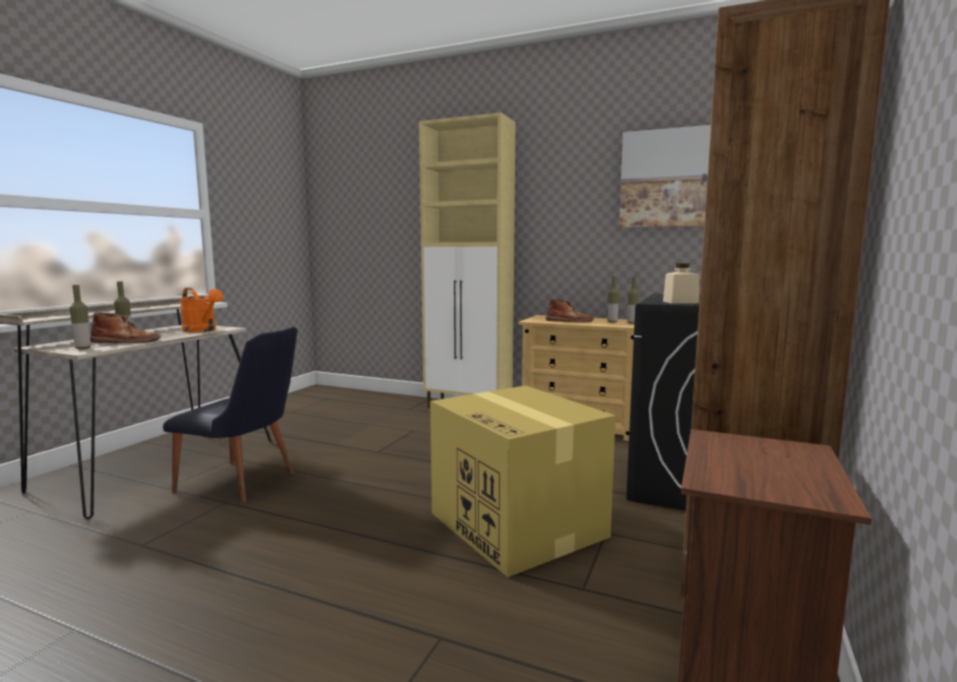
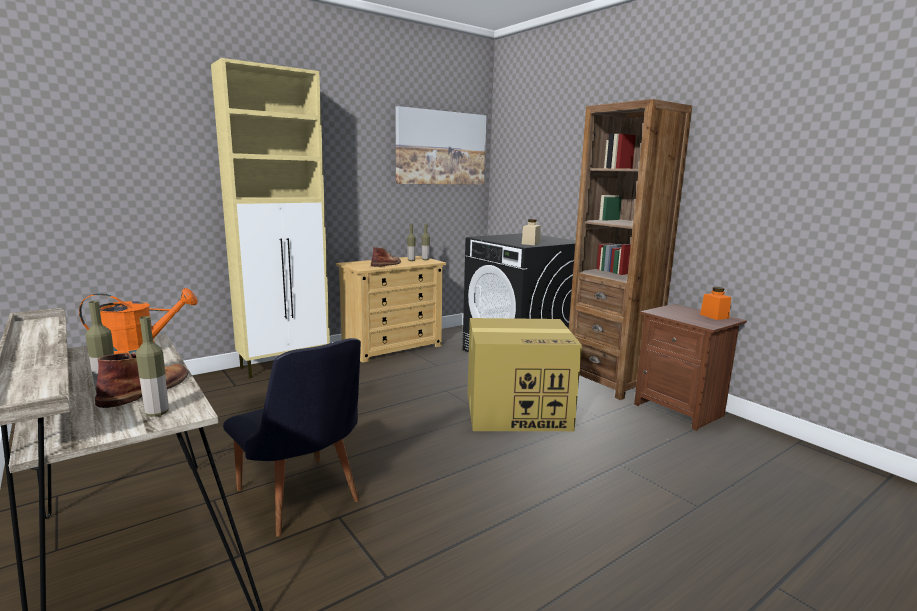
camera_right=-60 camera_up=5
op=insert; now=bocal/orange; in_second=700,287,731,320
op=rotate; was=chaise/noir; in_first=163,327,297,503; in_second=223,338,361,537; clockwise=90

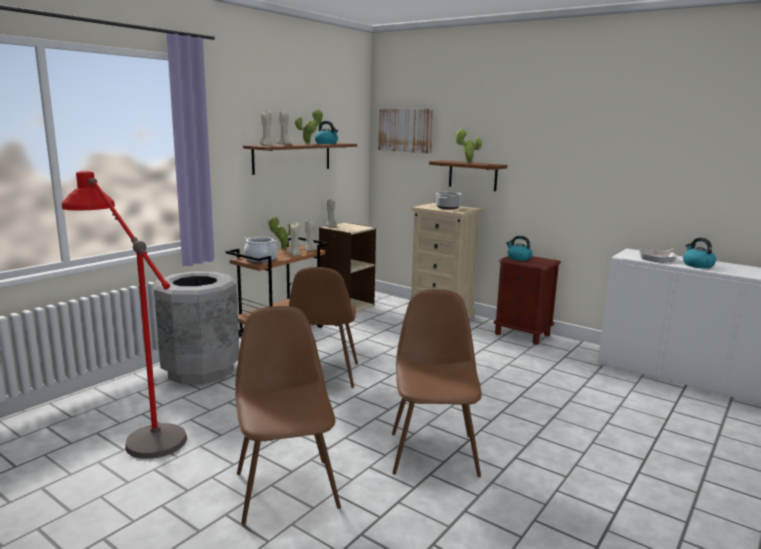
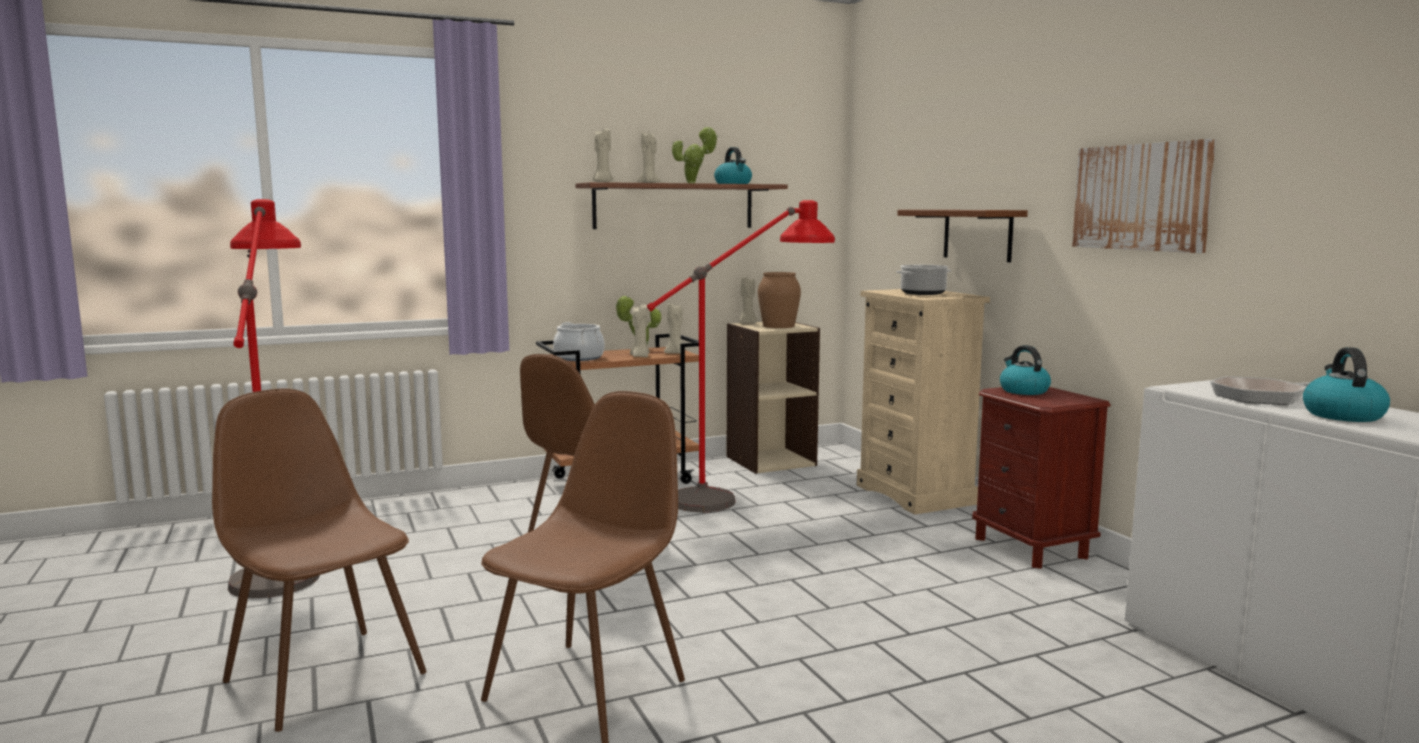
camera_right=30 camera_up=-5
op=delete; was=poubelle/gris; in_first=154,271,239,385
op=delete; was=plante en pot; in_first=455,128,482,163
op=insert; now=lampadaire/rouge; in_second=647,200,835,512
op=insert; now=vase/marron; in_second=758,272,801,328
op=move; was=tableau; in_first=378,109,433,153; in_second=1072,139,1216,253
op=rotate; was=chaise/marron; in_first=235,306,341,525; in_second=212,389,427,732; clockwise=-60

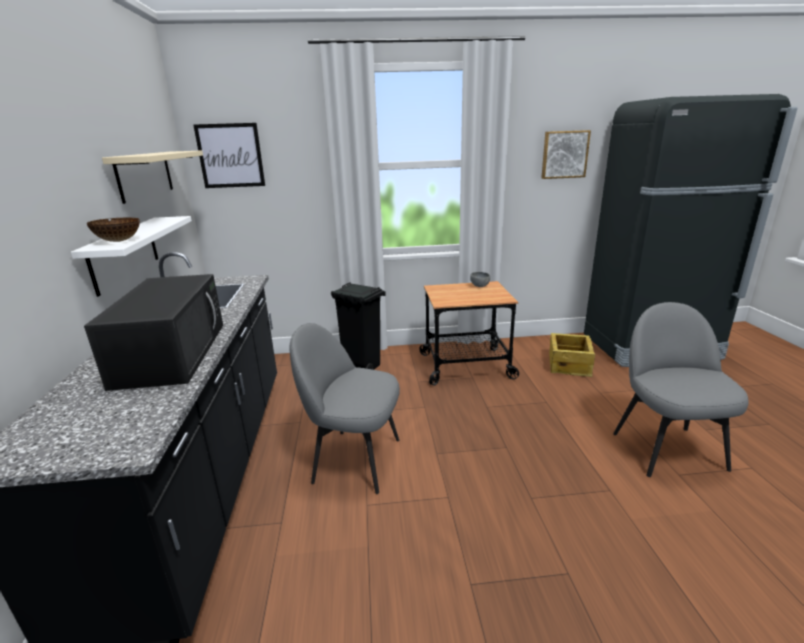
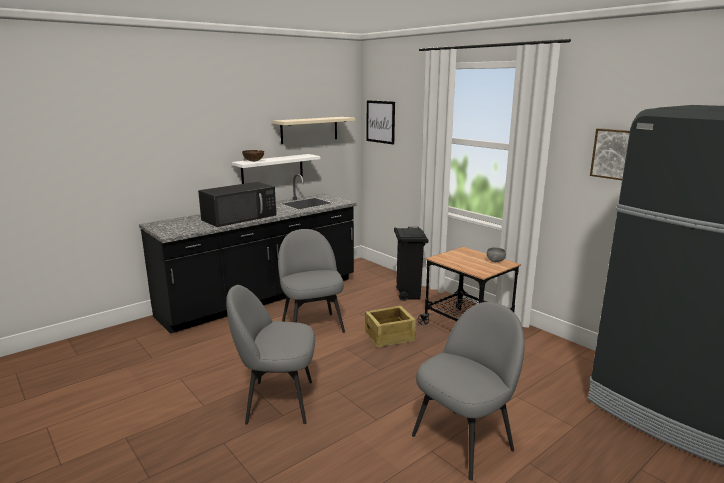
camera_right=55 camera_up=-5
op=insert; now=chaise/gris; in_second=226,285,315,425
op=move; was=caisse; in_first=549,333,595,377; in_second=365,306,416,348

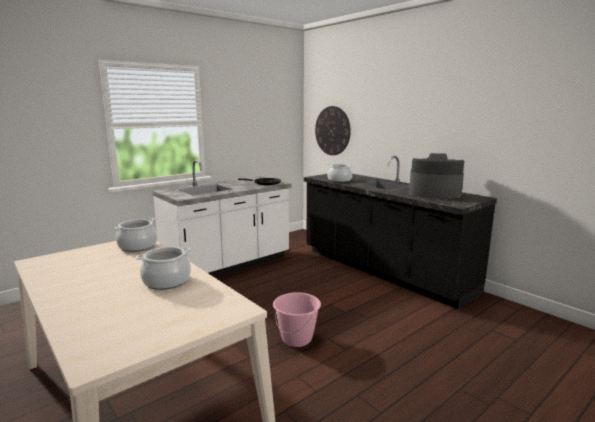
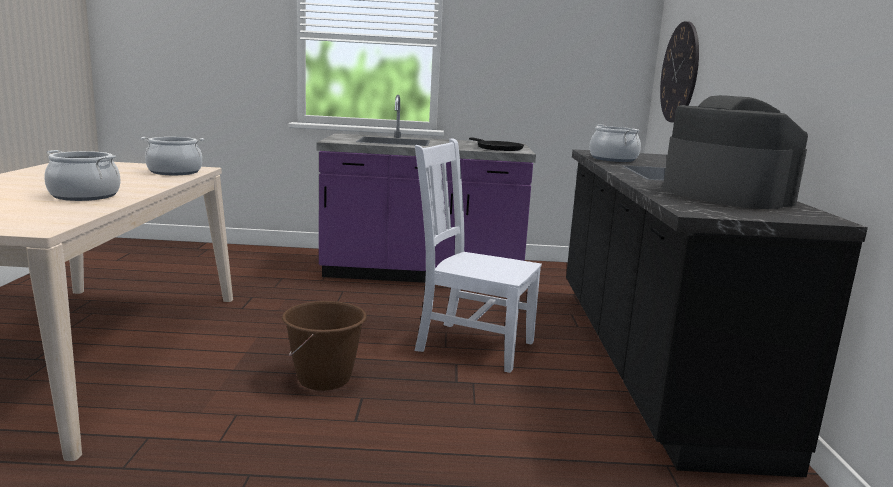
camera_right=40 camera_up=0
op=insert; now=chaise/blanc; in_second=415,138,542,373
op=recolor; was=comptoir de cuisine/blanc; now=comptoir de cuisine/violet; in_first=152,160,292,277; in_second=317,95,536,283
op=recolor; was=seau/rose; now=seau/marron; in_first=273,292,321,347; in_second=282,301,367,391

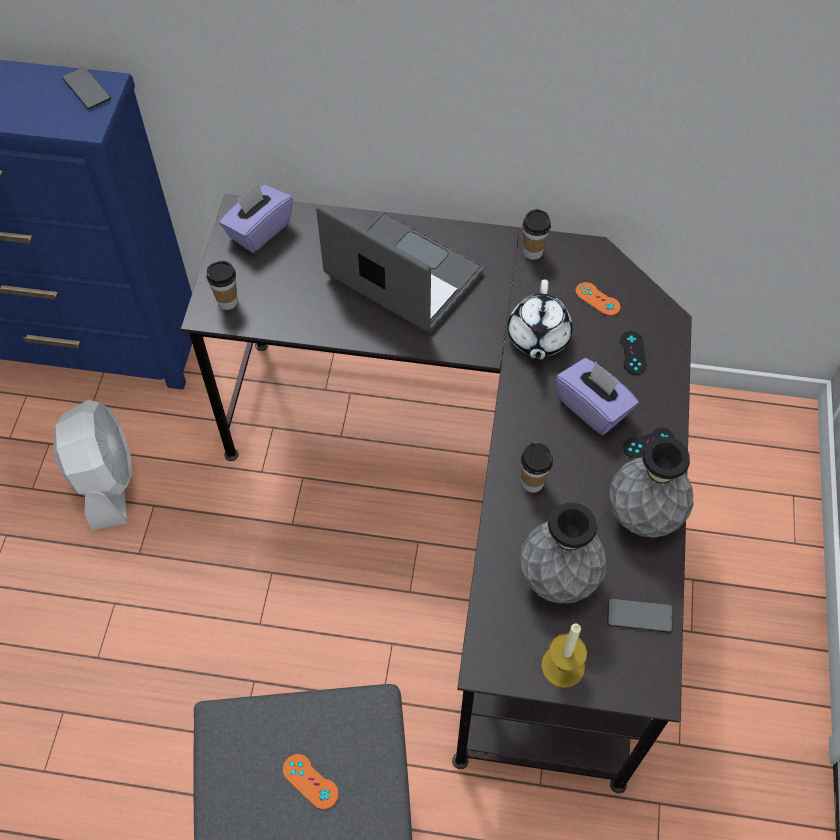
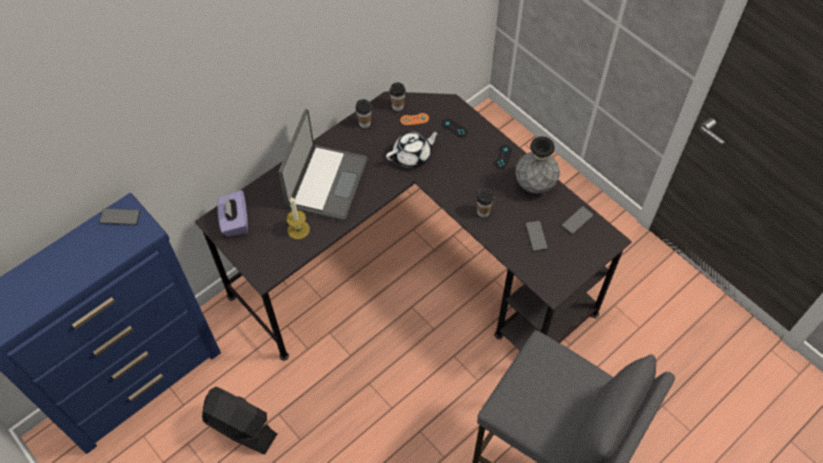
camera_right=-50 camera_up=0
op=delete; was=manette/orange; in_first=283,754,338,810
op=delete; was=boîte à mouchoirs/violet; in_first=556,358,639,435
op=move; was=tasse; in_first=206,261,238,310; in_second=389,82,406,111
op=move; was=bougie; in_first=541,623,587,688; in_second=286,196,310,239
op=replace; was=vase/gris; now=téléphone; in_first=520,502,607,604; in_second=525,221,548,251
op=recolor; was=ventilateur/blanc; now=ventilateur/noir; in_first=54,400,132,530; in_second=202,386,277,454
op=rotate; was=ordinateur portable; in_first=316,205,484,332; in_second=278,109,368,221; clockwise=120
op=rotate; was=théière/blanc; in_first=507,279,573,360; in_second=386,130,440,168; clockwise=-75

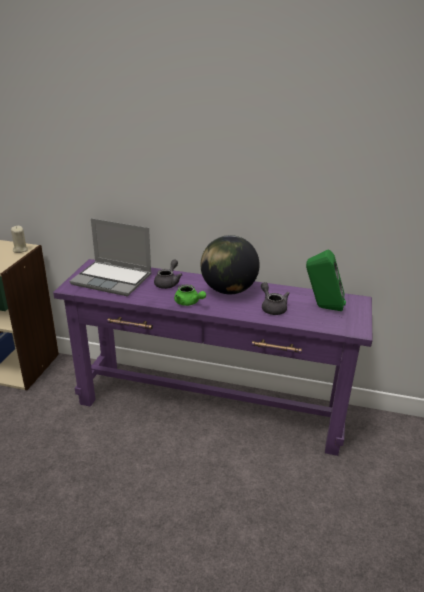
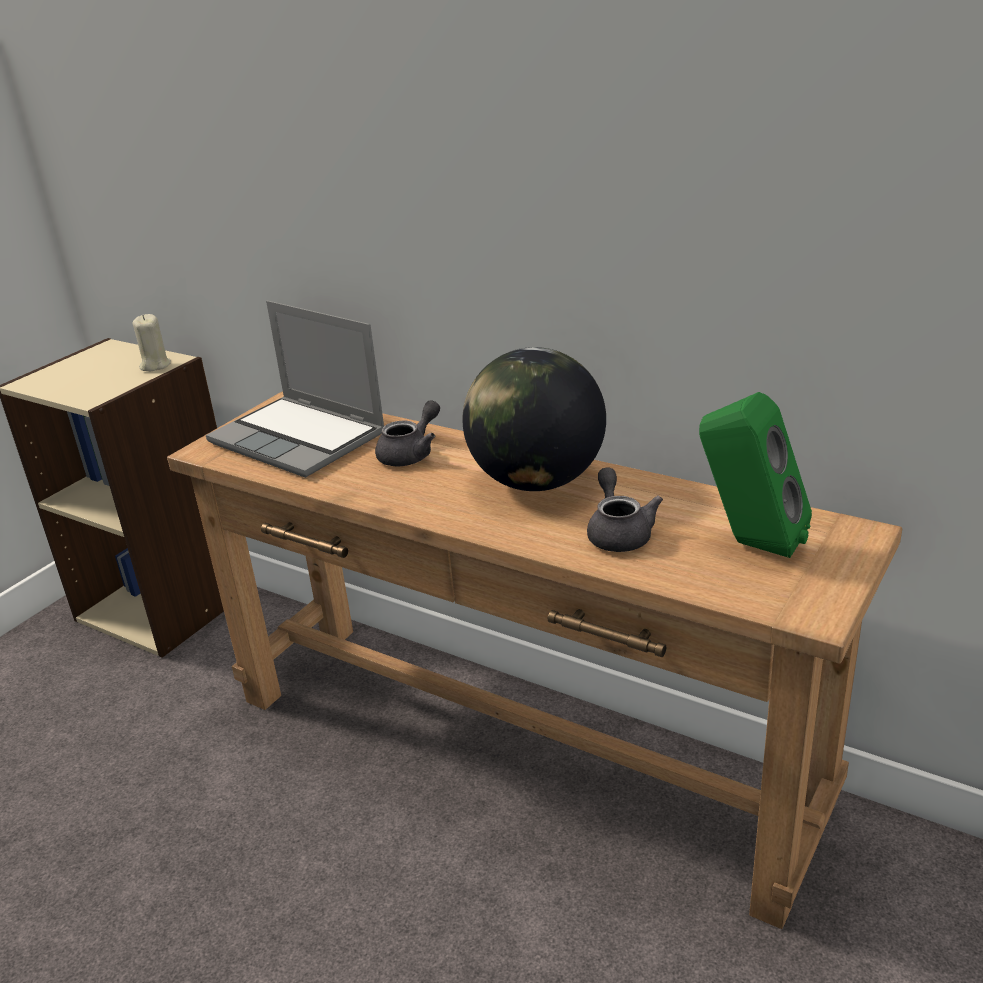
camera_right=20 camera_up=0
op=delete; was=théière/vert; in_first=174,284,206,306
op=recolor; was=table console/violet; now=table console/marron; in_first=53,259,373,456; in_second=167,391,902,929

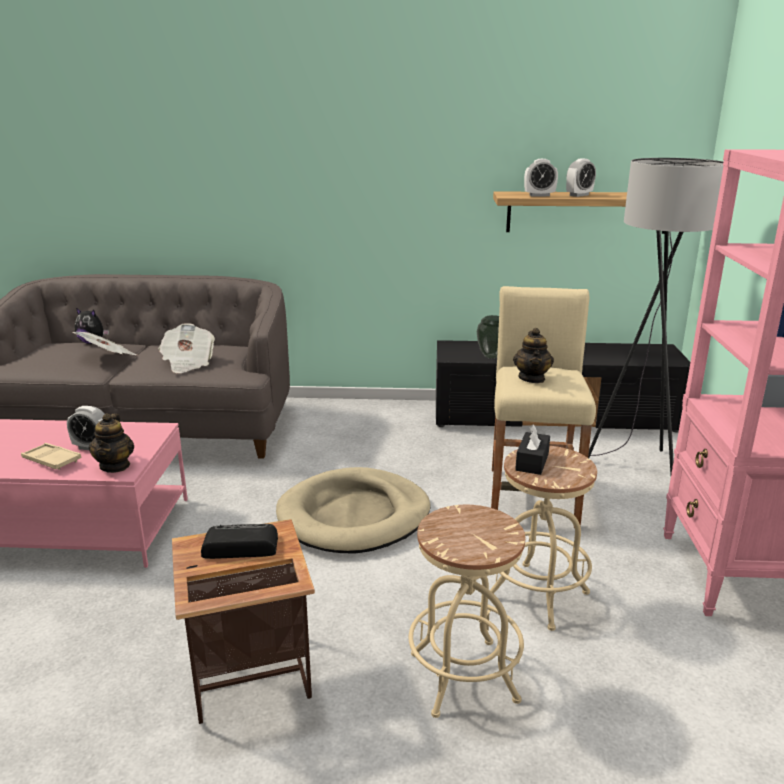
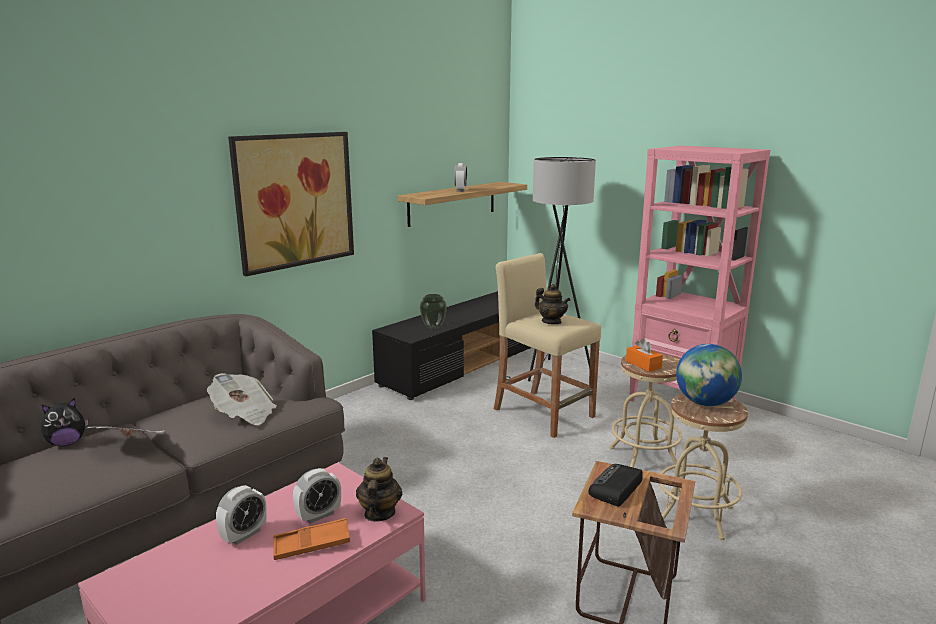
camera_right=-50 camera_up=-5
op=delete; was=panier pour chien/beige; in_first=276,467,431,554
op=insert; now=tableau; in_second=228,132,354,276
op=insert; now=globe; in_second=676,344,742,406
op=move; was=réveil; in_first=524,159,558,196; in_second=216,485,267,545
op=recolor; was=plateau/beige; now=plateau/orange; in_first=21,443,82,470; in_second=273,518,350,560
op=recolor; was=boîte à mouchoirs/noir; now=boîte à mouchoirs/orange; in_first=515,424,550,475; in_second=626,338,663,372
op=rotate; was=théière; in_first=89,413,134,473; in_second=356,457,402,522; clockwise=-120

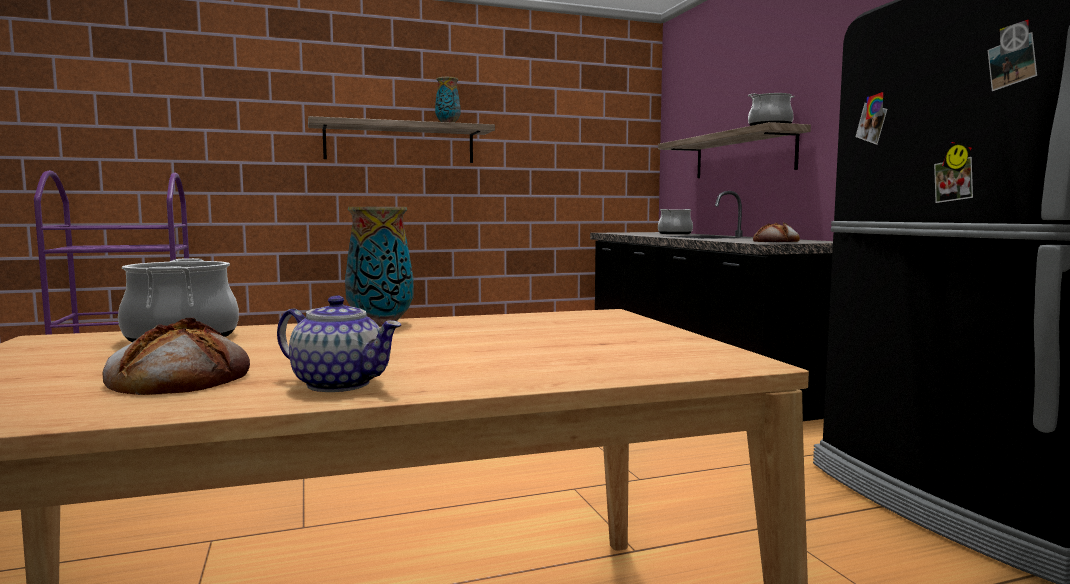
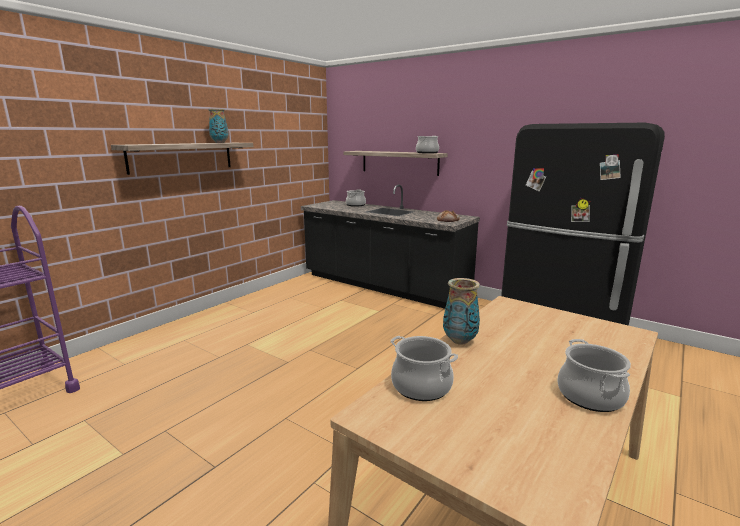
camera_right=-35 camera_up=10
op=delete; was=pain; in_first=102,317,250,395
op=replace; was=théière; now=marmite; in_first=277,295,401,392; in_second=557,339,631,412

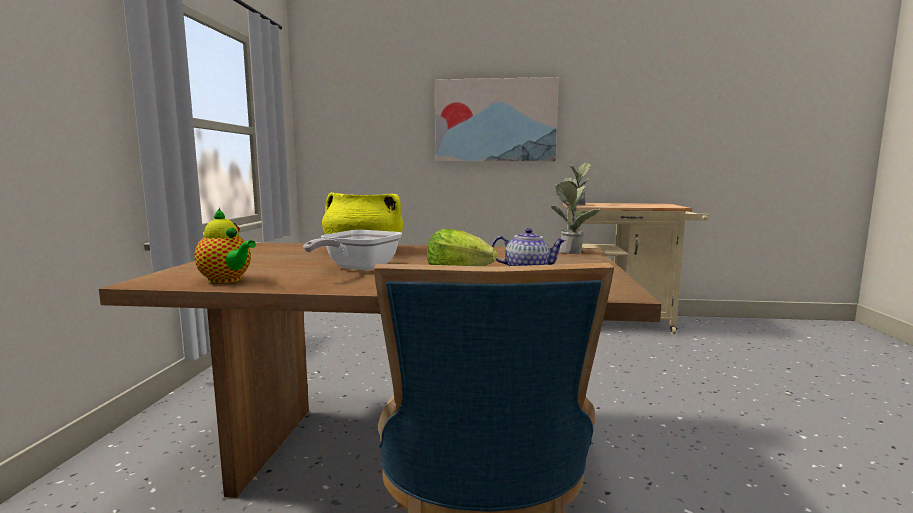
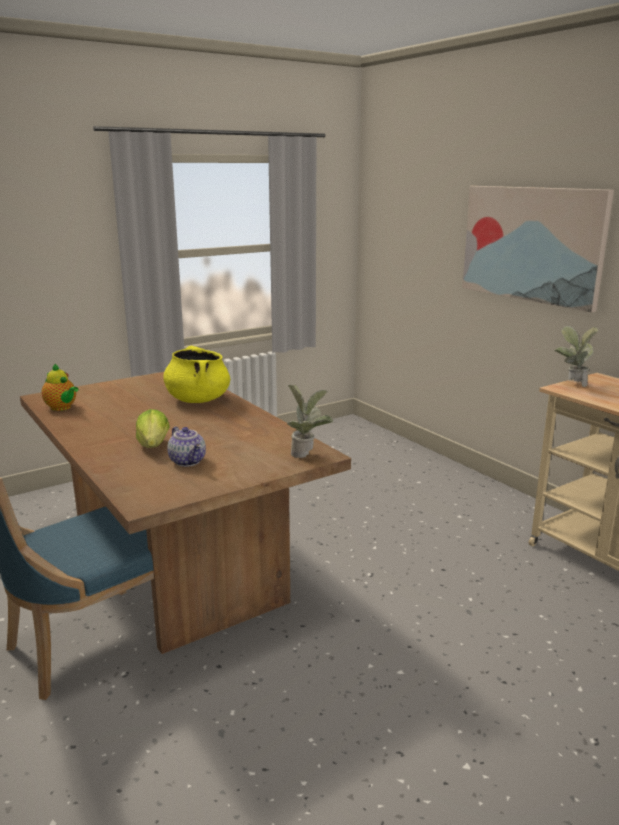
camera_right=50 camera_up=10
op=delete; was=poêle; in_first=303,230,402,270
op=rotate; was=théière; in_first=194,208,256,283; in_second=42,363,79,411; clockwise=-45

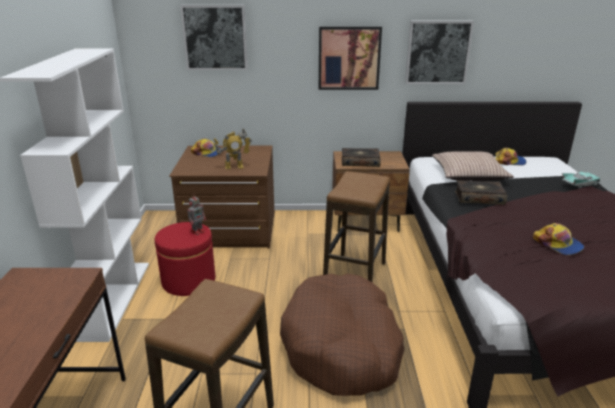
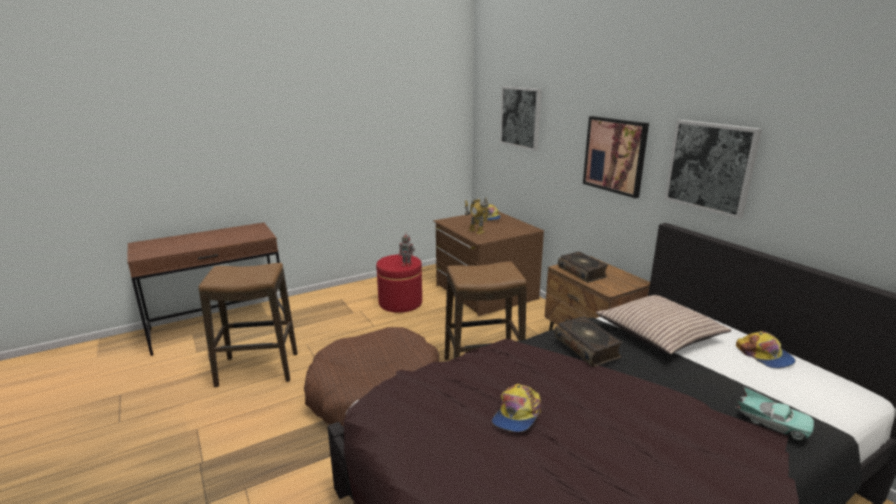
camera_right=60 camera_up=-5
op=delete; was=bibliothèque/blanc; in_first=0,49,149,342

